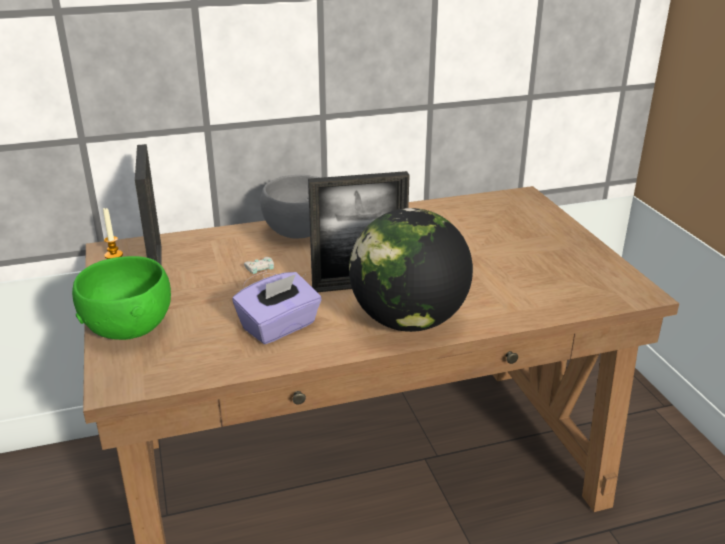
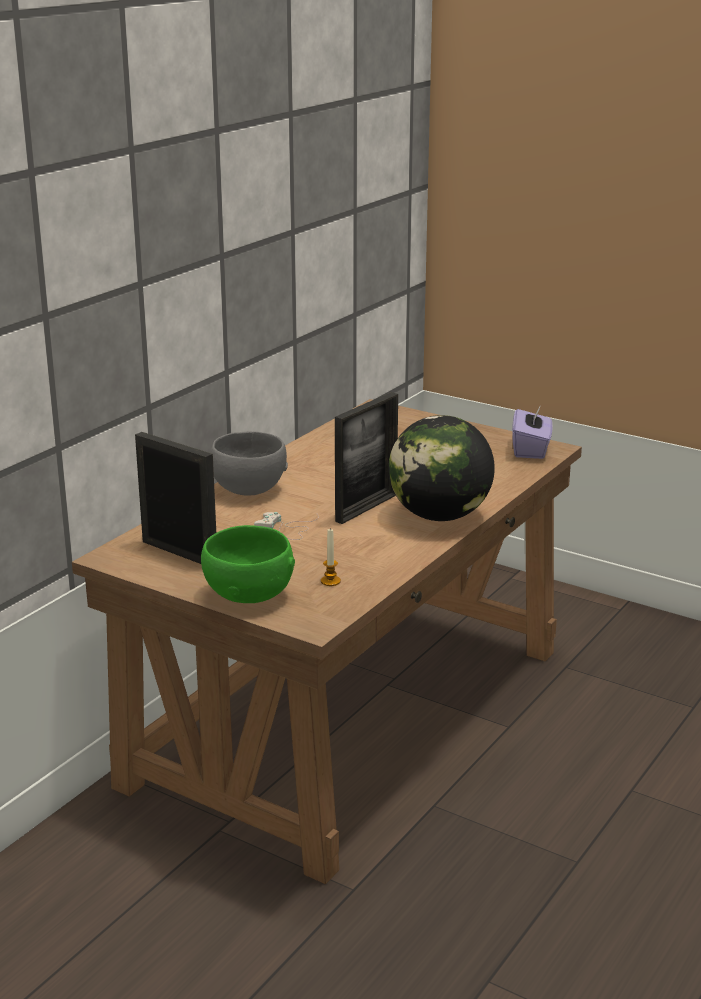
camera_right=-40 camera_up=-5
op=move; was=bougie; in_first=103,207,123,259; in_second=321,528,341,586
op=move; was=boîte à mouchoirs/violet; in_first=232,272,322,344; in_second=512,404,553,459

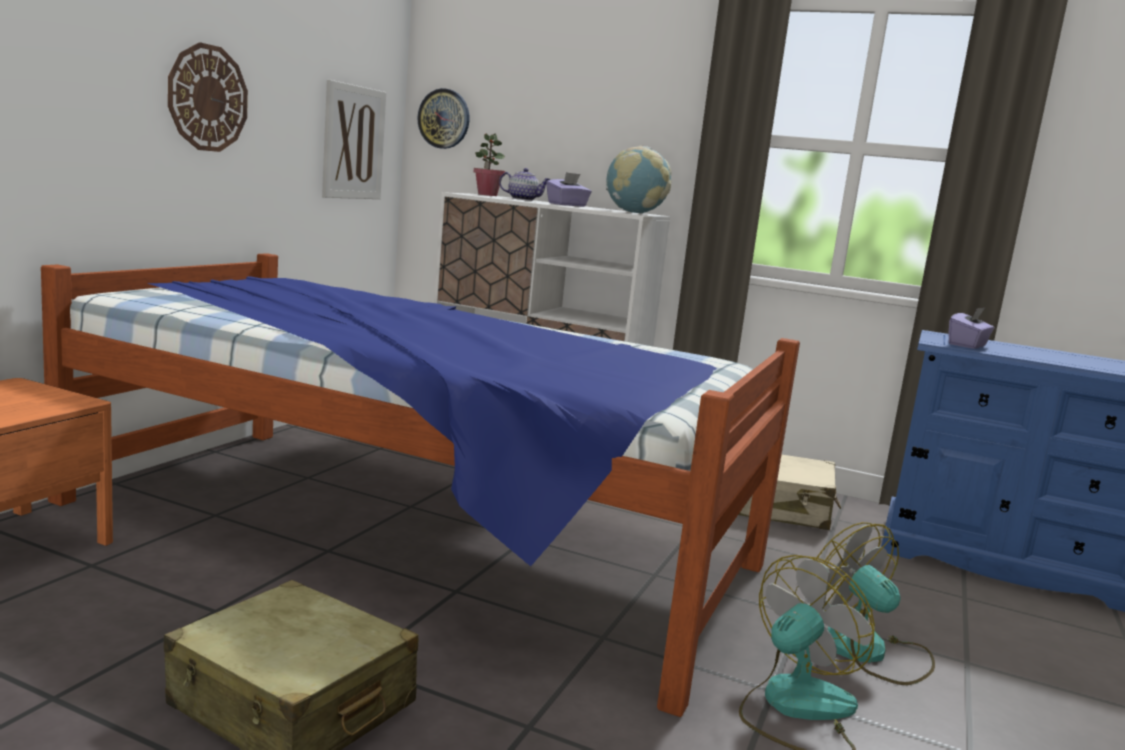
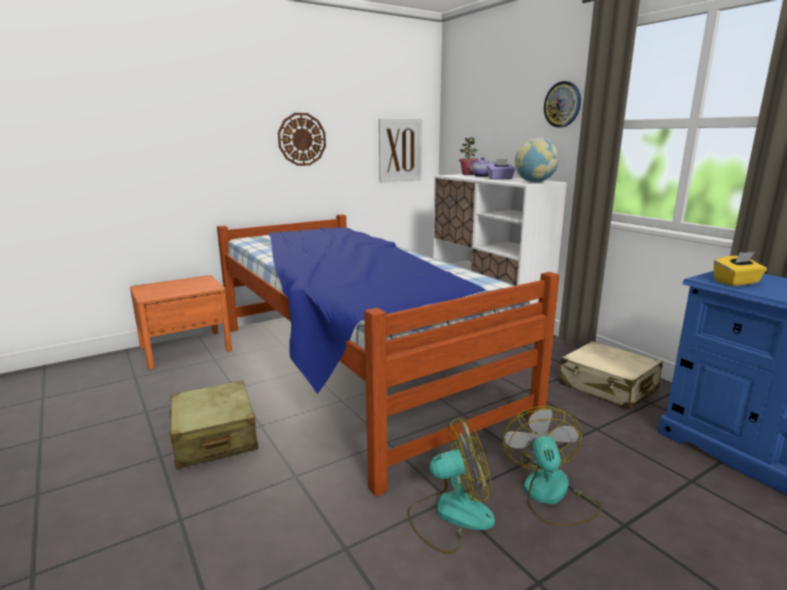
camera_right=35 camera_up=5
op=move; was=horloge murale; in_first=418,88,470,149; in_second=544,81,581,127
op=recolor; was=boîte à mouchoirs/violet; now=boîte à mouchoirs/jaune; in_first=949,307,994,349; in_second=714,252,767,286

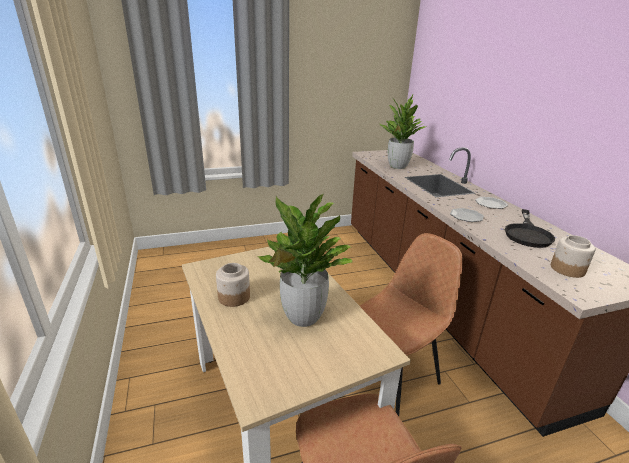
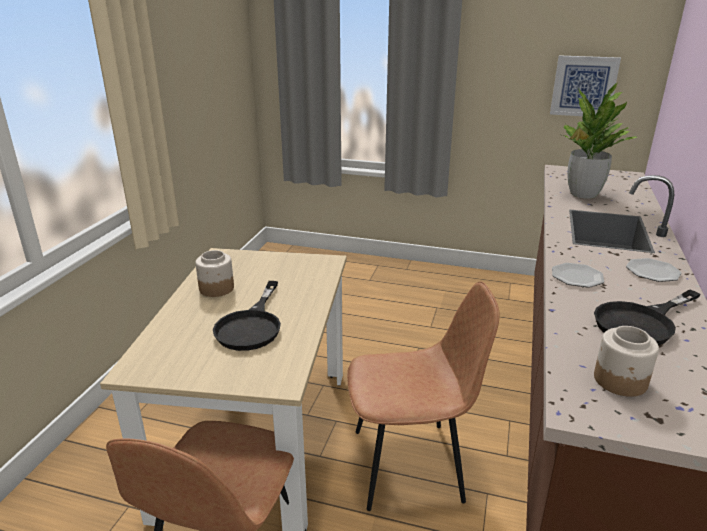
camera_right=35 camera_up=0
op=insert; now=tableau; in_second=550,55,621,116
op=replace; was=plante en pot; now=poêle/noir; in_first=257,194,352,327; in_second=213,281,281,351

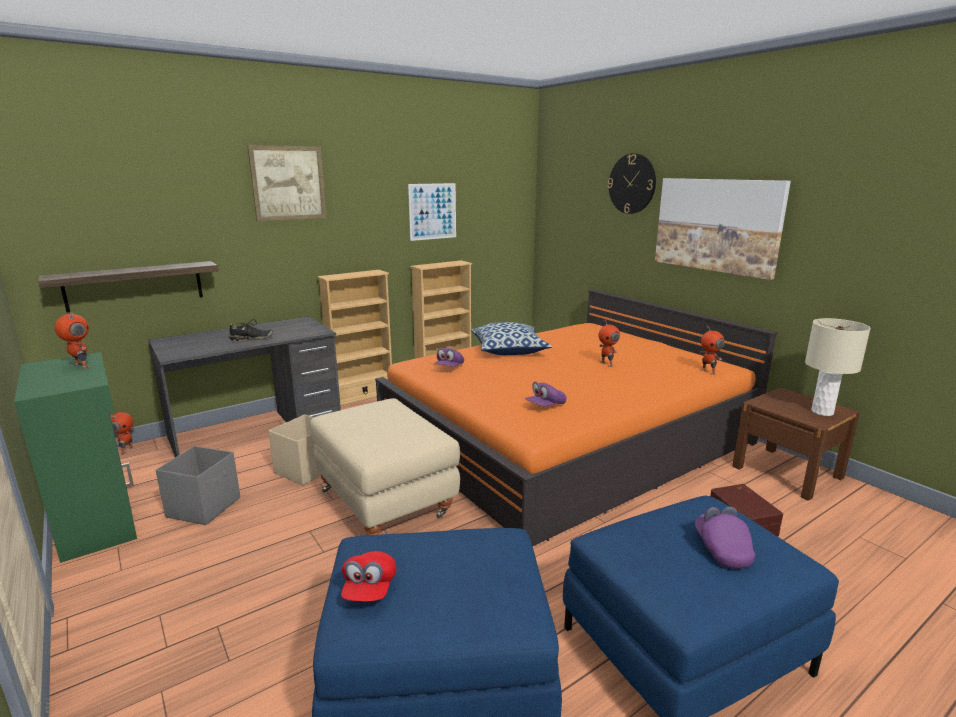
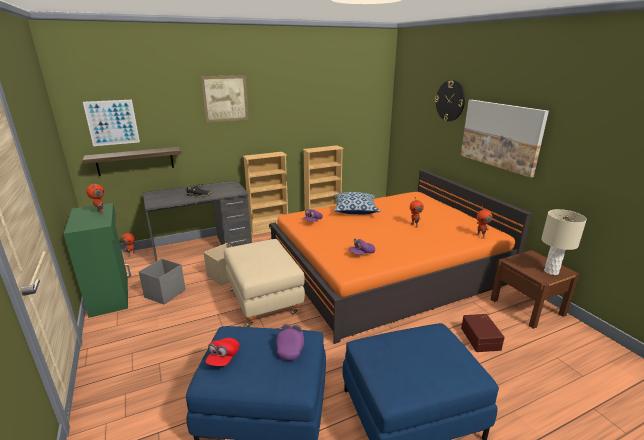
camera_right=10 camera_up=5
op=move; was=tableau; in_first=408,183,456,241; in_second=83,100,140,146
op=move; was=casquette/violet; in_first=695,507,755,569; in_second=276,324,304,361

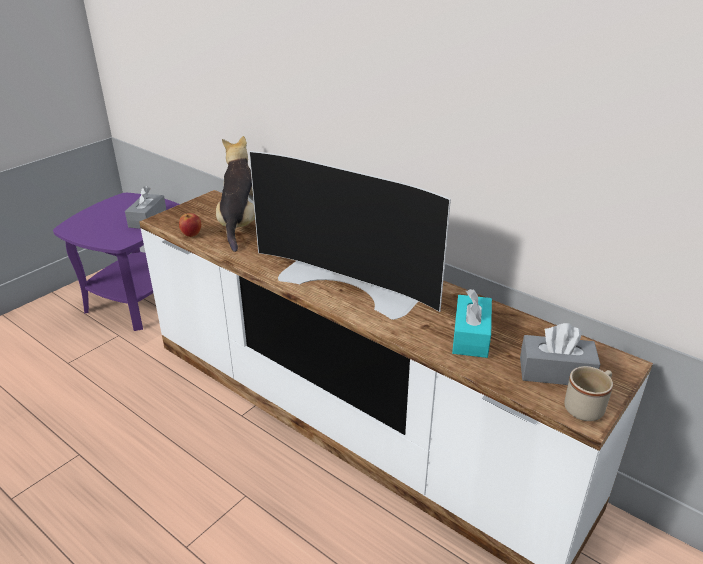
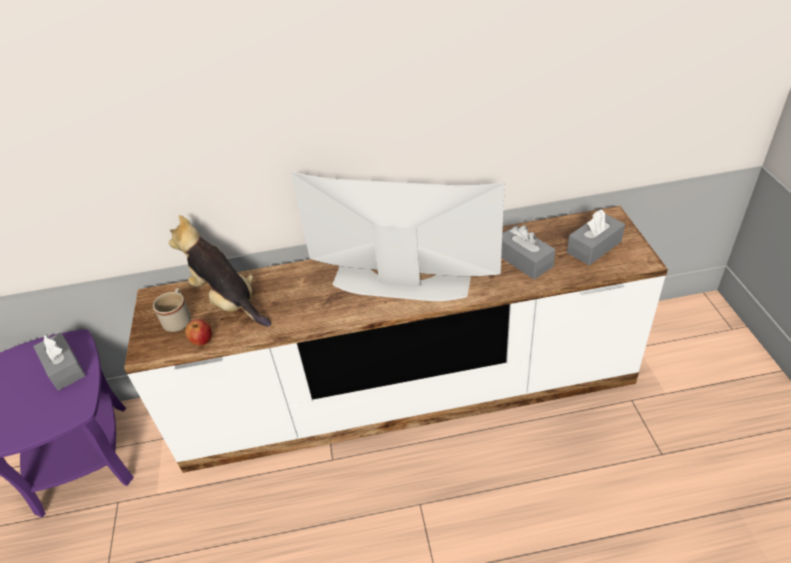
camera_right=-45 camera_up=10
op=move; was=mug/beige; in_first=564,366,613,421; in_second=153,288,191,332
op=recolor; was=boîte à mouchoirs/turquoise; now=boîte à mouchoirs/gris; in_first=452,289,492,358; in_second=501,225,556,279
op=rotate; was=téléviseur; in_first=249,151,451,320; in_second=291,171,505,301; clockwise=-150

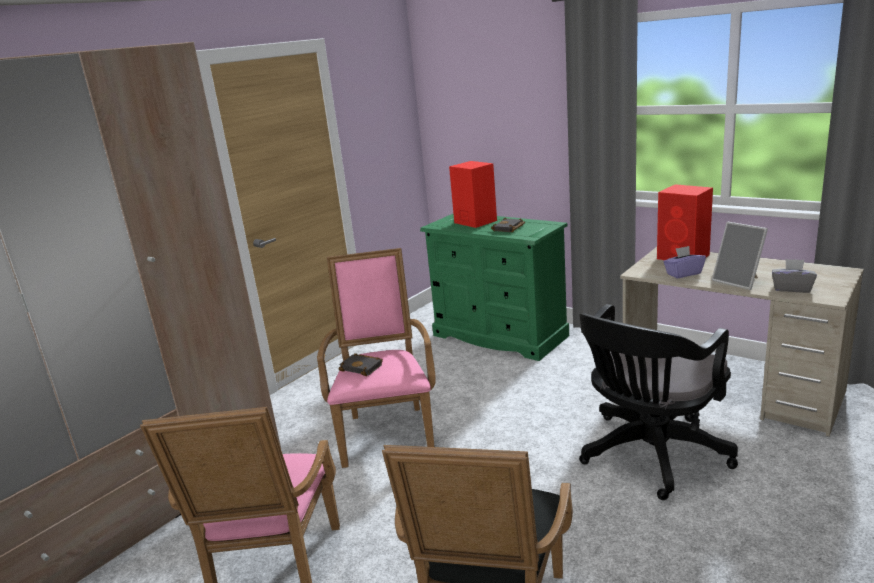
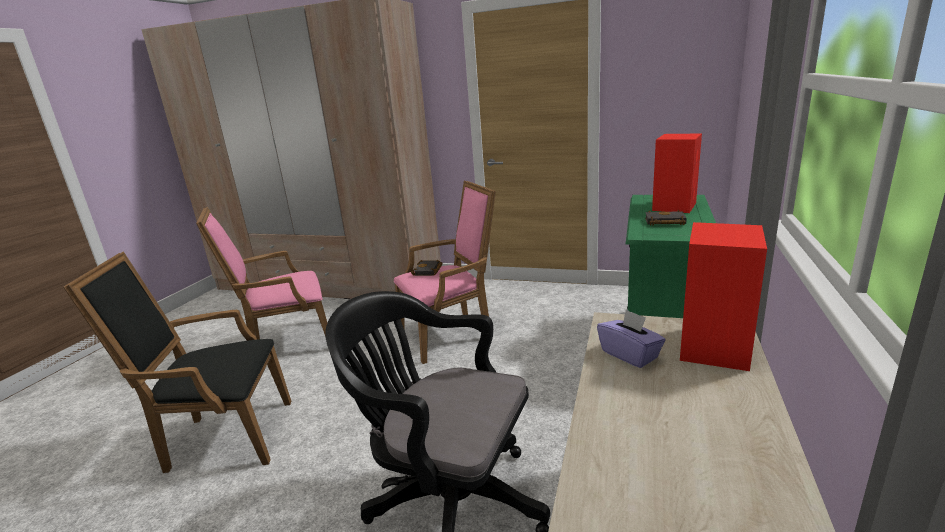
camera_right=70 camera_up=0
op=delete; was=cadre photo; in_first=712,222,768,290
op=delete; was=boîte à mouchoirs/gris; in_first=772,259,817,293

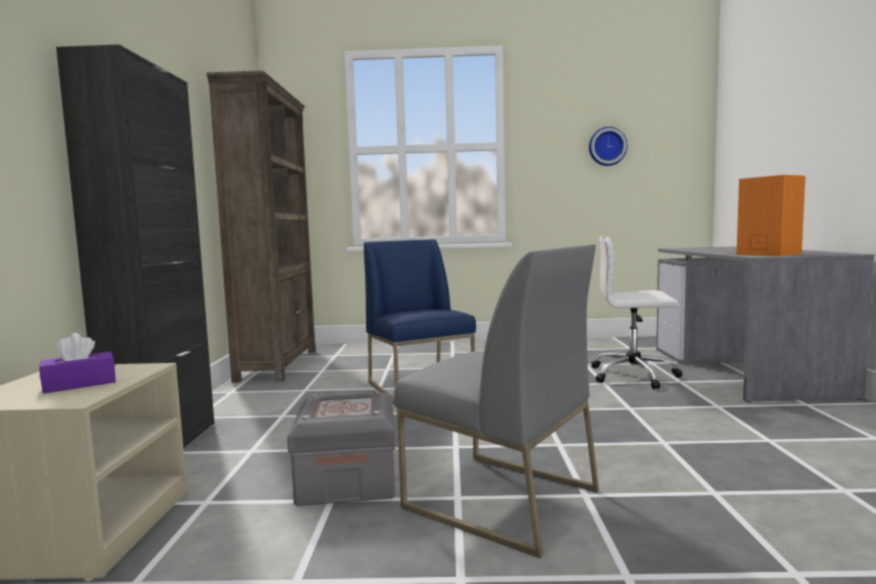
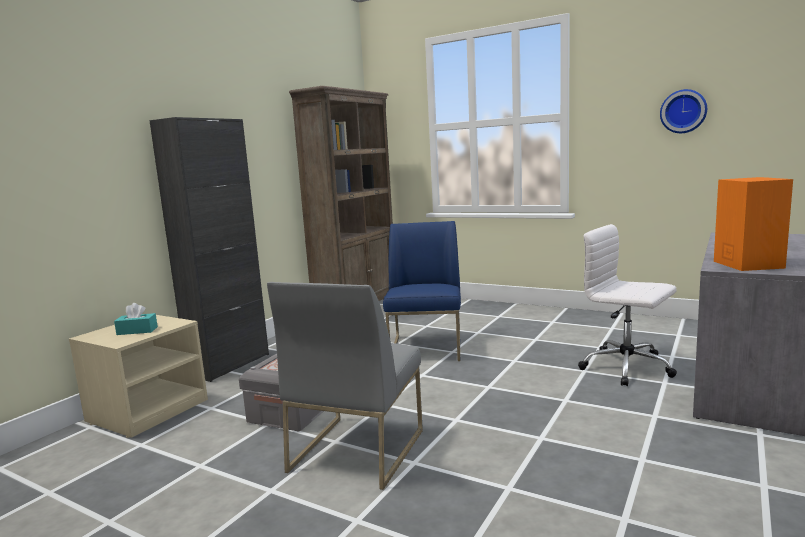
camera_right=30 camera_up=5
op=recolor; was=boîte à mouchoirs/violet; now=boîte à mouchoirs/turquoise; in_first=39,333,116,394; in_second=114,303,158,335
op=rotate; was=chaise/gris; in_first=394,244,599,558; in_second=267,282,423,490; clockwise=45

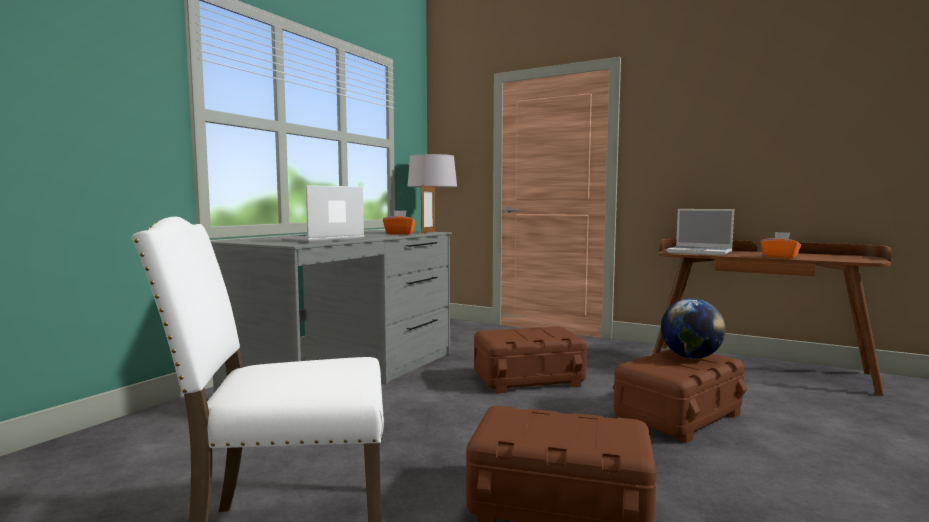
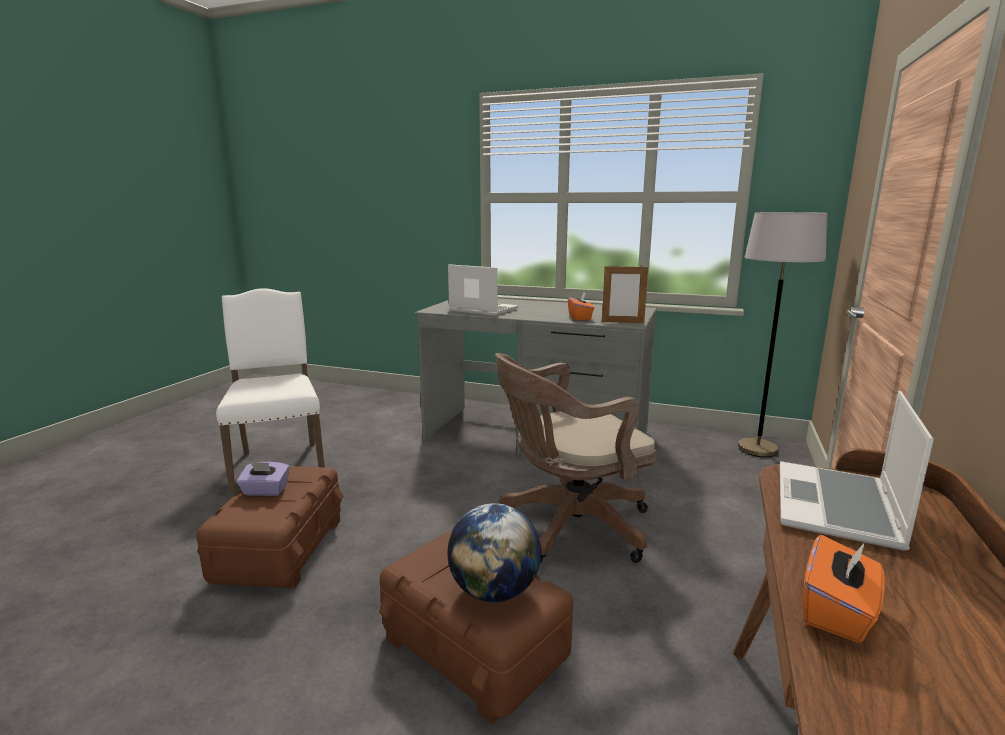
camera_right=80 camera_up=10
op=insert; now=boîte à mouchoirs/violet; in_second=237,462,290,496
op=replace; was=boîte de rangement/marron; now=chaise de bureau/marron; in_first=474,326,587,394; in_second=495,353,657,563

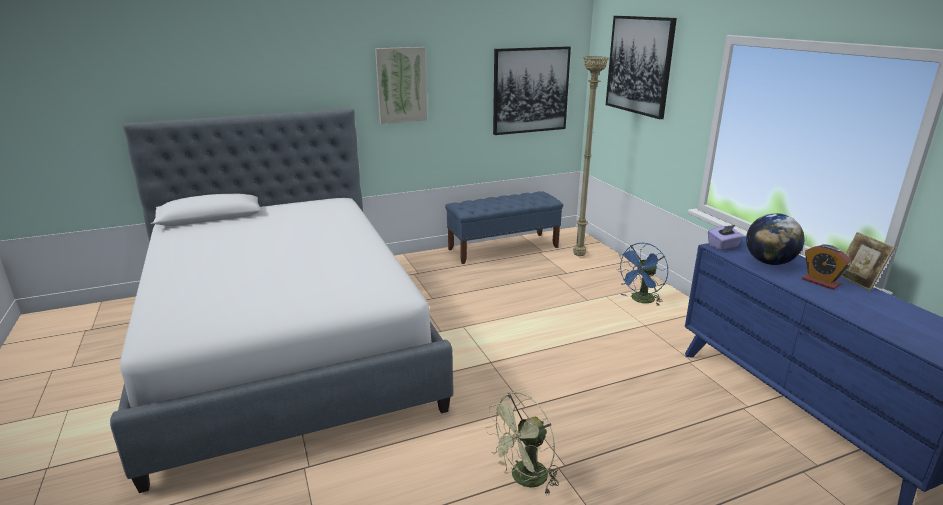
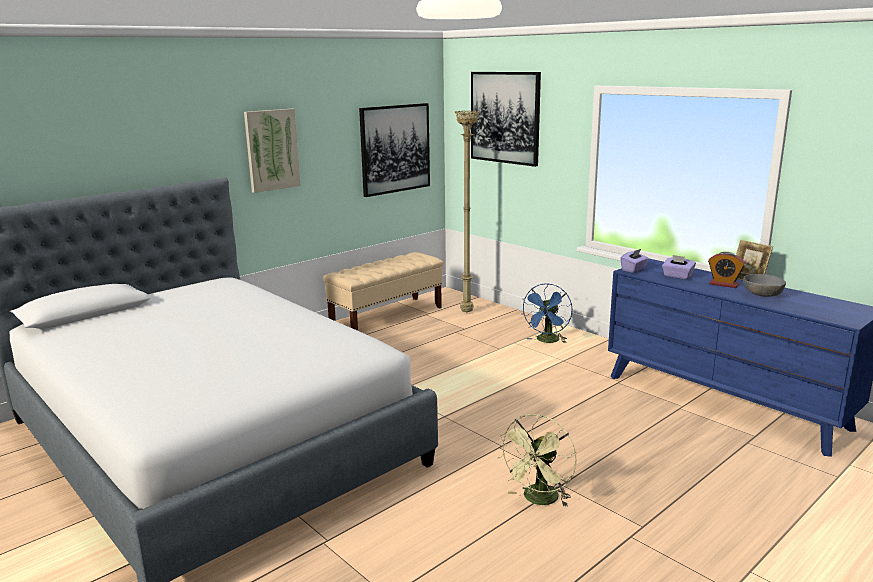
camera_right=-20 camera_up=-5
op=insert; now=bol/gris; in_second=743,274,786,297
op=replace; was=globe; now=boîte à mouchoirs/violet; in_first=746,213,805,265; in_second=662,255,696,279
op=recolor; was=banc/bleu; now=banc/beige; in_first=445,191,563,264; in_second=323,252,443,331

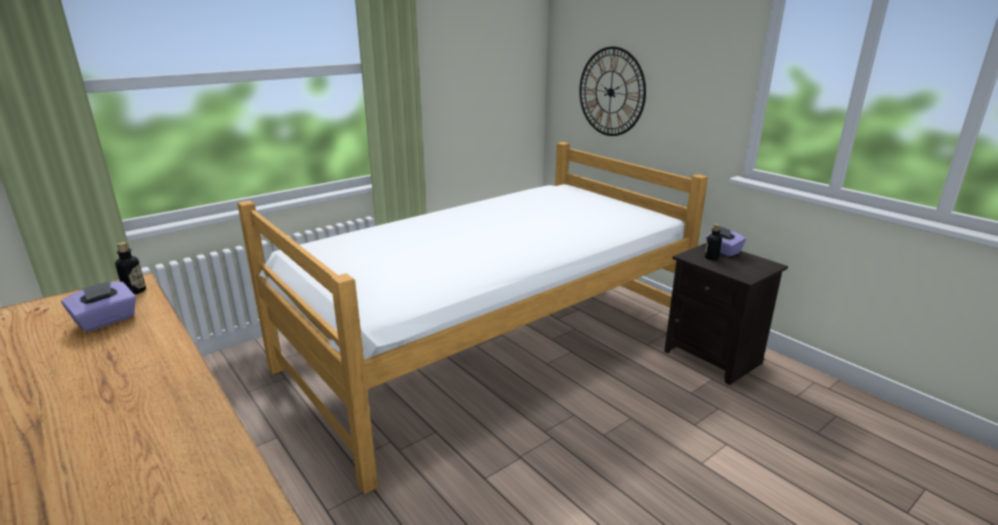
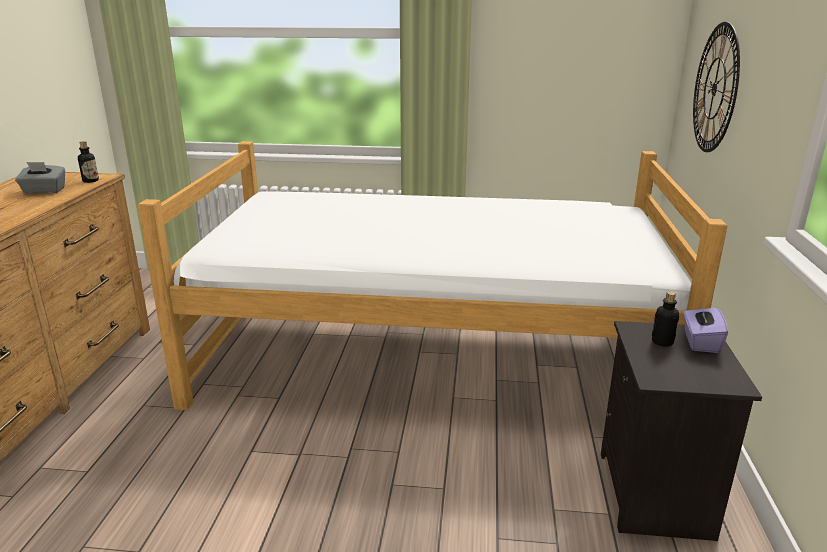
camera_right=45 camera_up=0
op=recolor; was=boîte à mouchoirs/violet; now=boîte à mouchoirs/gris; in_first=61,281,136,332; in_second=15,162,65,194

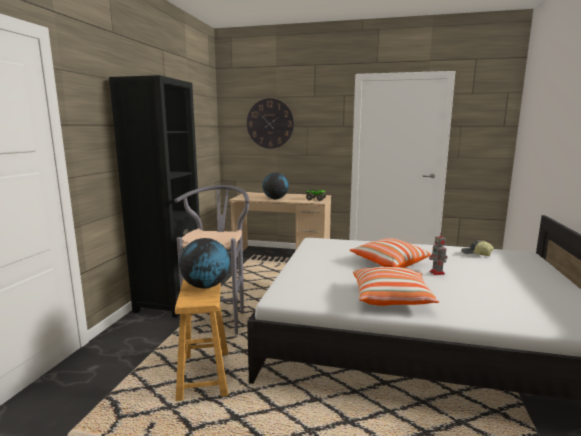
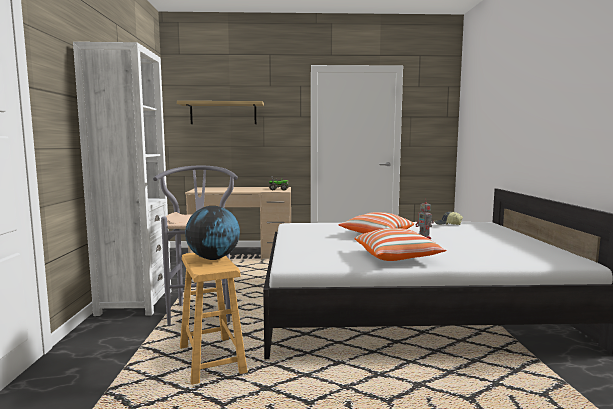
camera_right=-15 camera_up=-5
op=delete; was=globe; in_first=262,173,289,199
op=replace; was=horloge murale; now=étagère; in_first=247,98,294,149; in_second=177,101,264,124
op=recolor; was=bibliothèque/noir; now=bibliothèque/blanc; in_first=109,75,200,318; in_second=73,42,171,316

